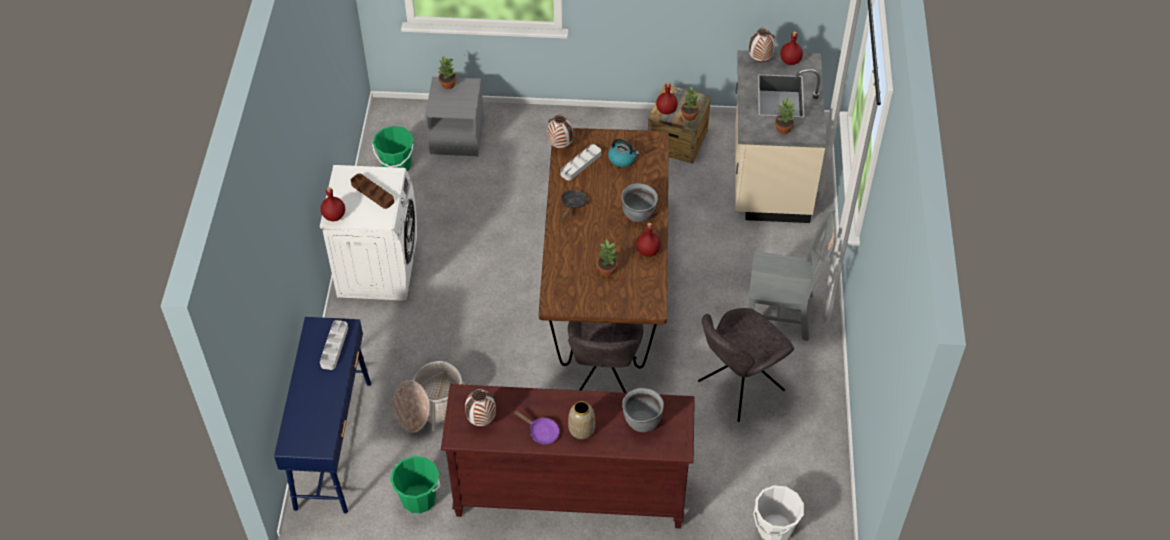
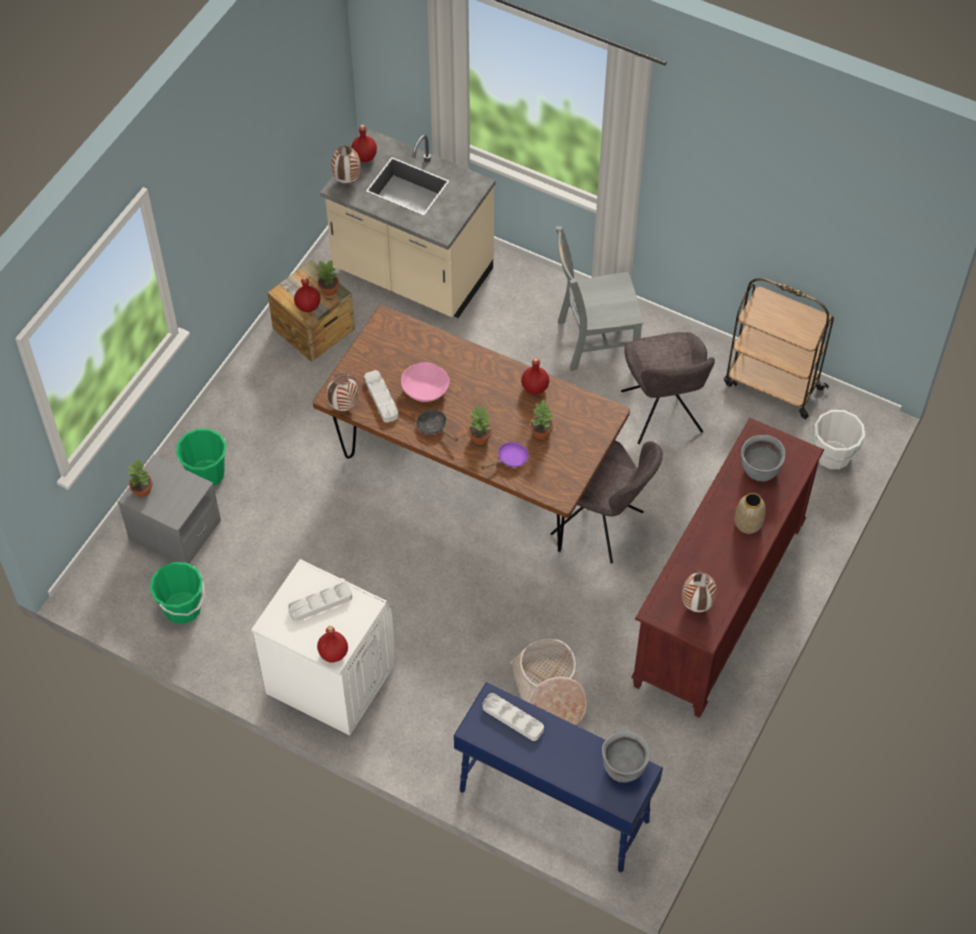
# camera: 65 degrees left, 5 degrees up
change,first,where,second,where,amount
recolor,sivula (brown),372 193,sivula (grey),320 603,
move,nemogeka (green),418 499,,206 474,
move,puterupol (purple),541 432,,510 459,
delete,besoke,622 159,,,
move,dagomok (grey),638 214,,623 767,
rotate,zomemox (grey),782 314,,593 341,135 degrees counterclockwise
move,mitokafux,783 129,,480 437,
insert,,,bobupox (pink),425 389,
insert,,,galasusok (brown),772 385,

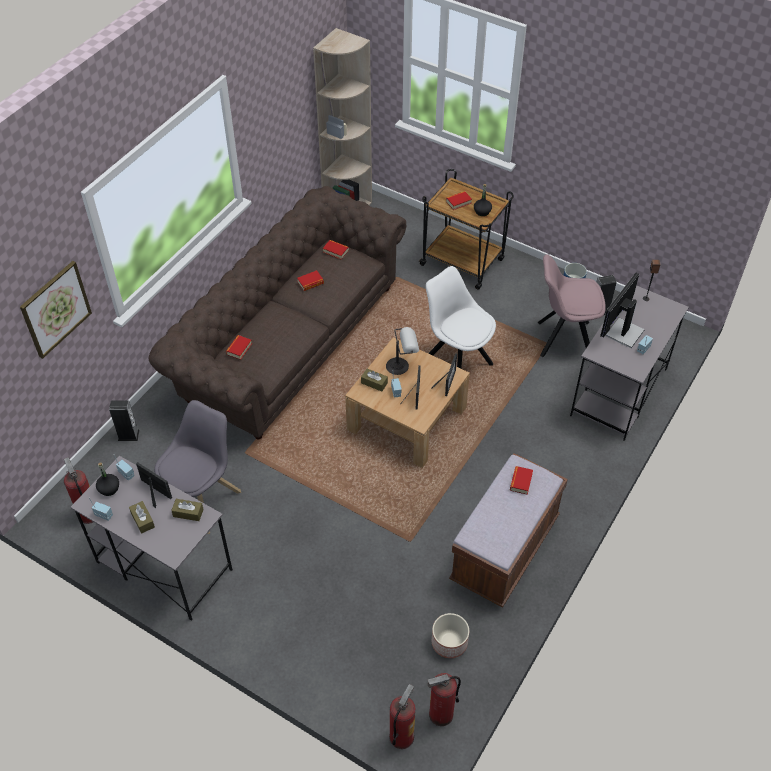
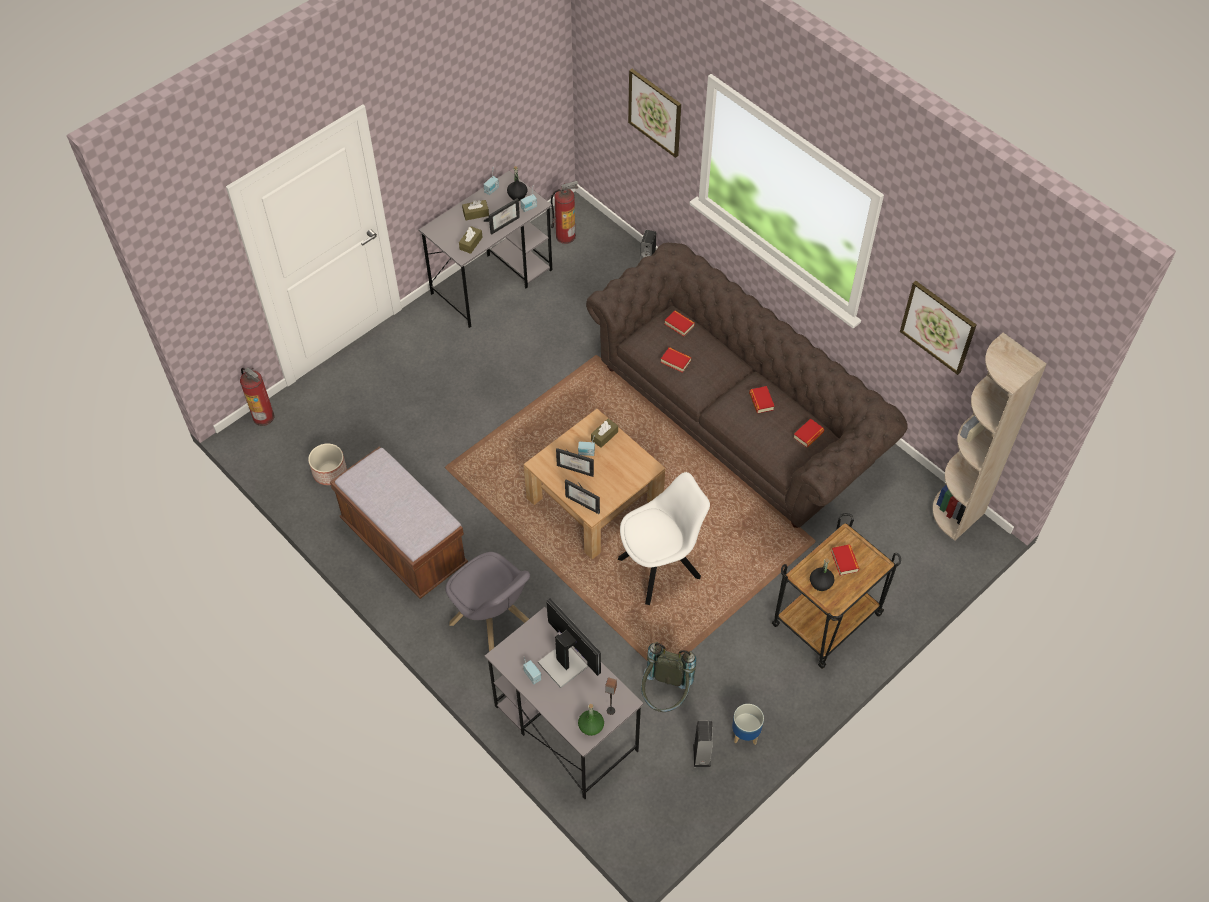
# camera: 105 degrees right, 5 degrees up
change,first,where,second,where,amount
move,zomemox (grey),203 500,,493 625,
delete,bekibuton,402 365,,,
delete,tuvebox,441 714,,,
move,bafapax,521 482,,675 361,
replace,zomemox (pink),564 339,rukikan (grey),665 695,
insert,,,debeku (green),591 726,
insert,,,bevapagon,938 327,

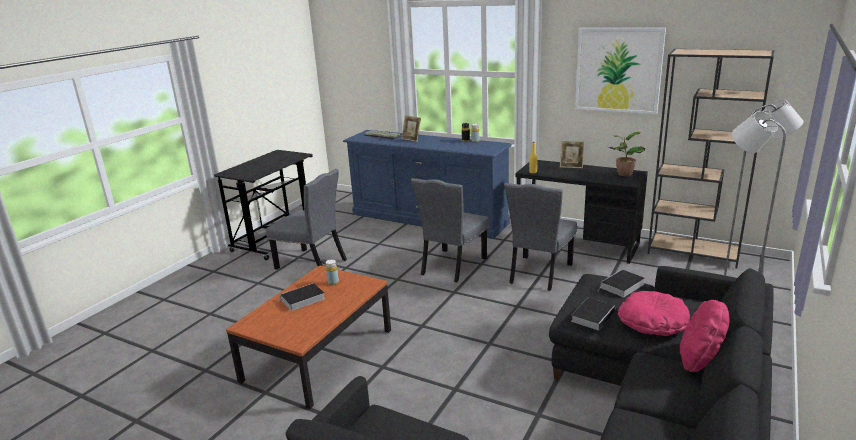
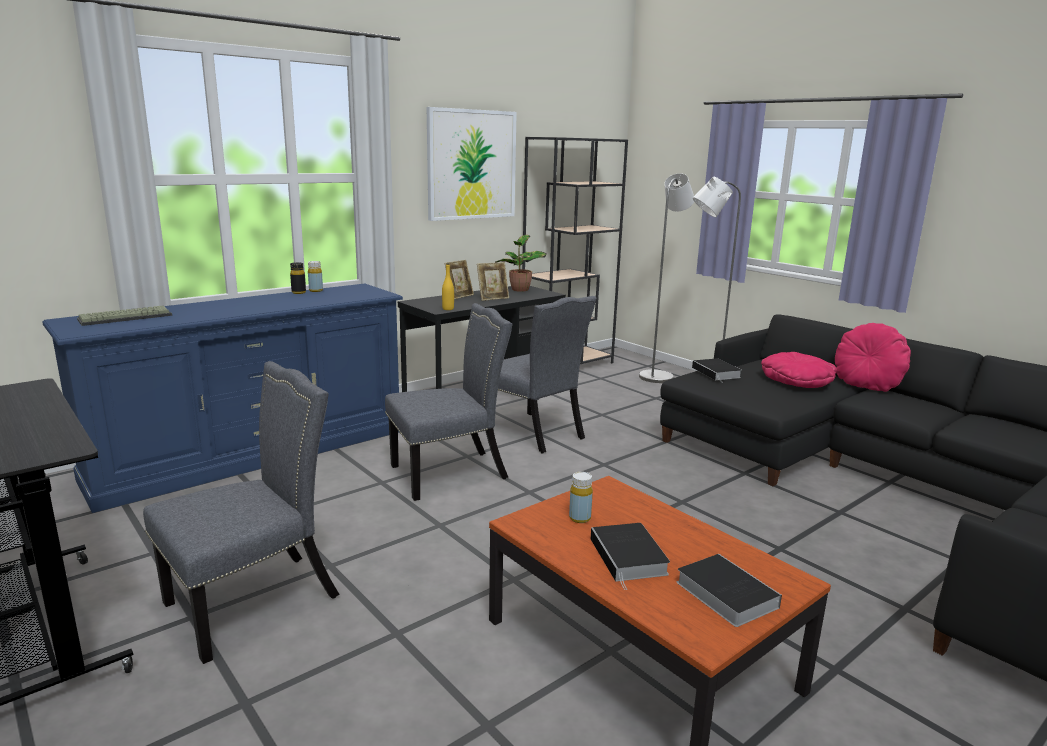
# camera: 70 degrees left, 5 degrees down
change,first,where,second,where,amount
move,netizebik,411 139,,493 298,
rotate,zomemox (grey),453 265,,447 474,75 degrees counterclockwise
move,bafapax,593 315,,723 593,

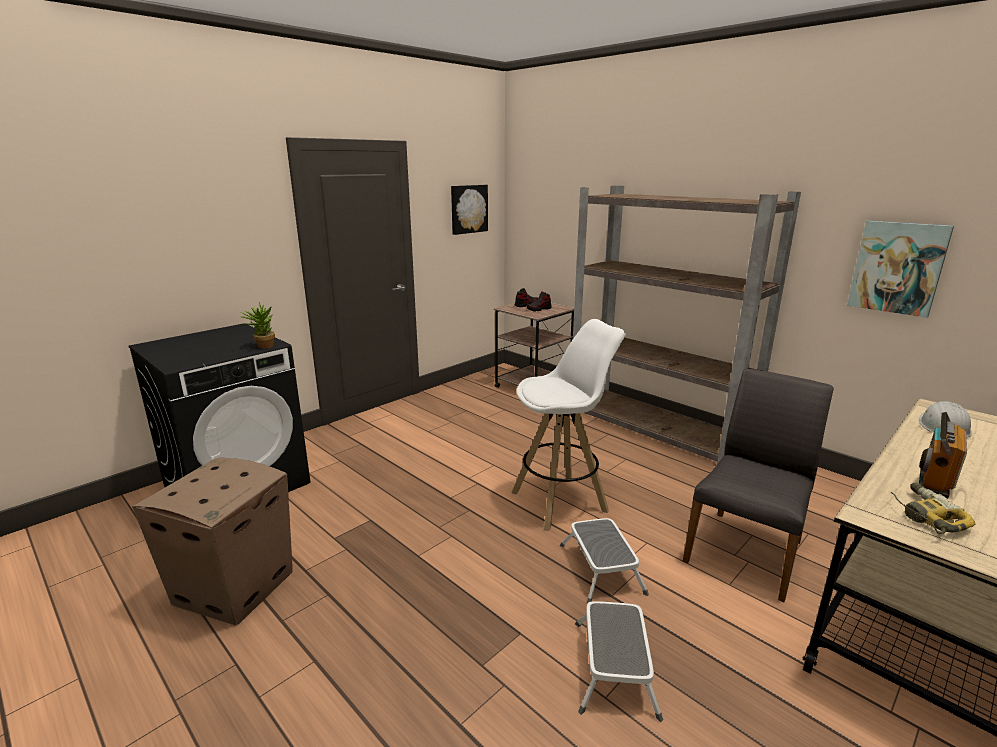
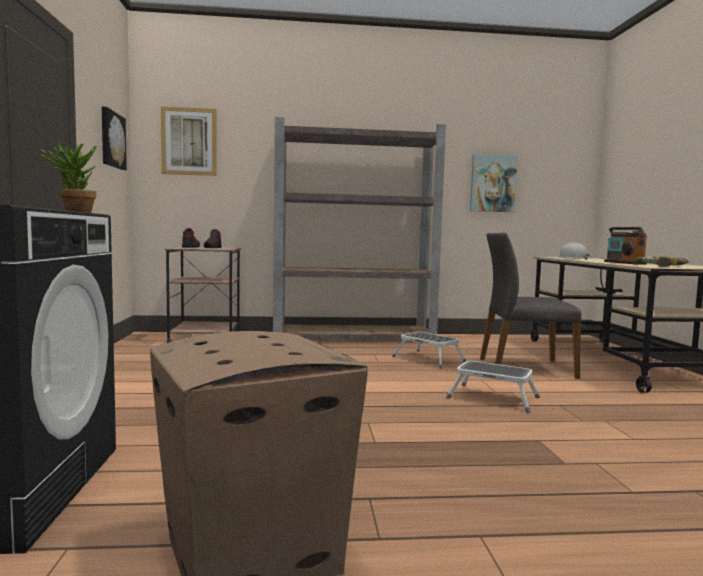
# camera: 50 degrees left, 15 degrees down
change,first,where,second,where,amount
delete,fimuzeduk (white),561 501,,,
move,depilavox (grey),614 667,,428 359,
rotate,zomemox (grey),746 551,,524 367,75 degrees counterclockwise
insert,,,bevapagon,189 141,

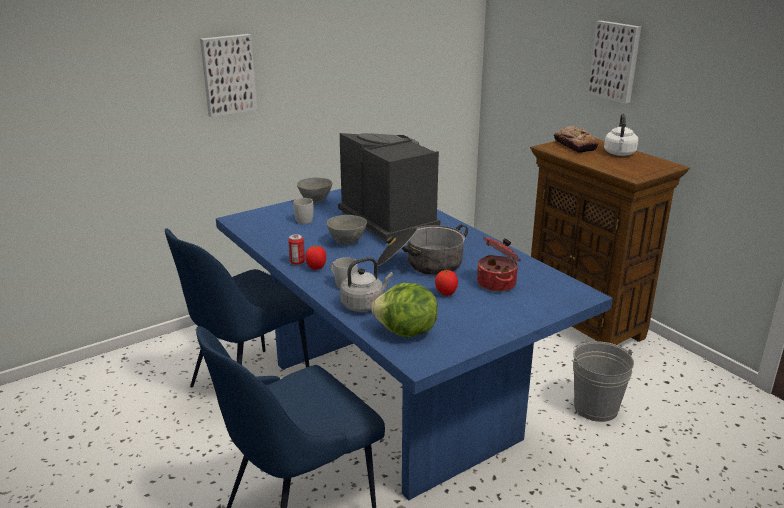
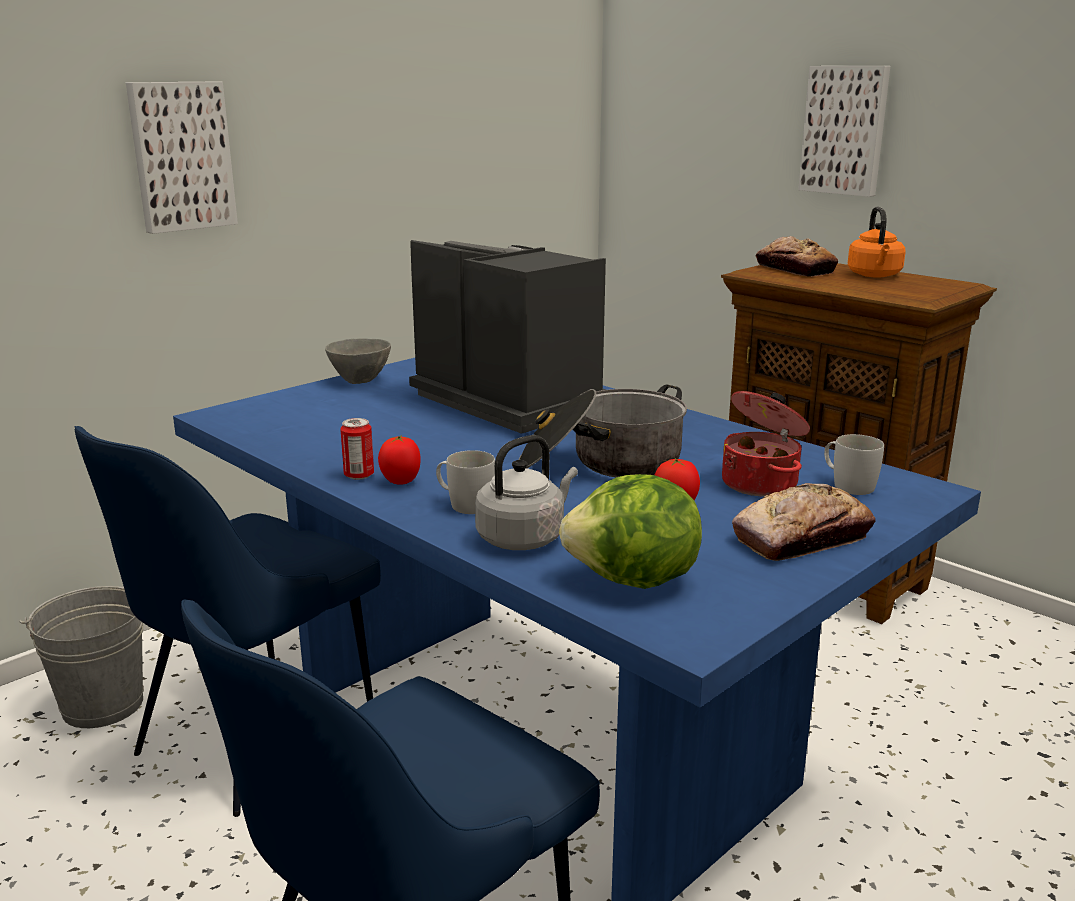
# camera: 10 degrees left, 5 degrees down
change,first,where,second,where,amount
move,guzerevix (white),303 219,,847 484,
delete,bobupox (grey),347 242,,,
move,nemogeka (grey),596 407,,103 705,
recolor,besoke (white),619 154,besoke (orange),874 275,
insert,,,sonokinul,802 538,

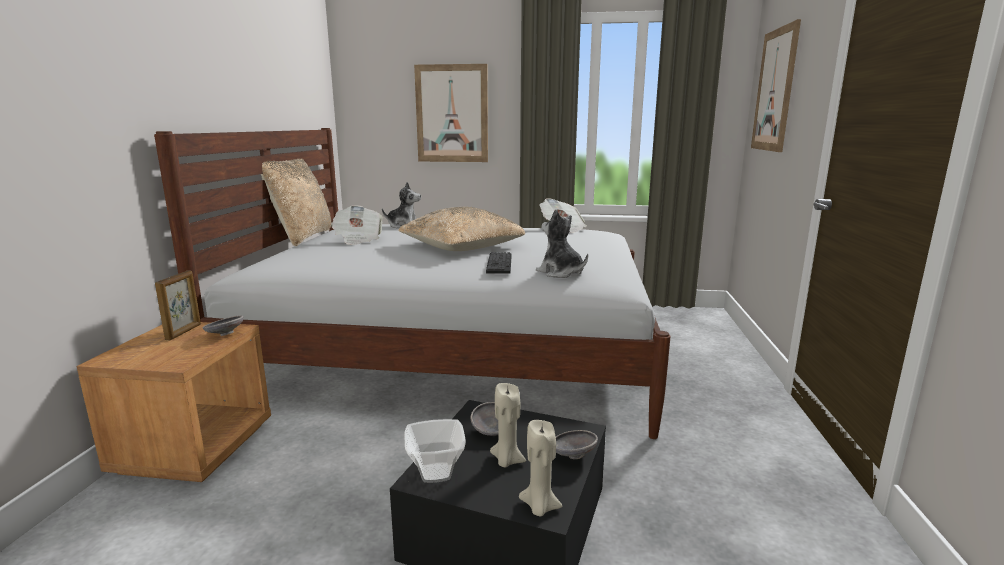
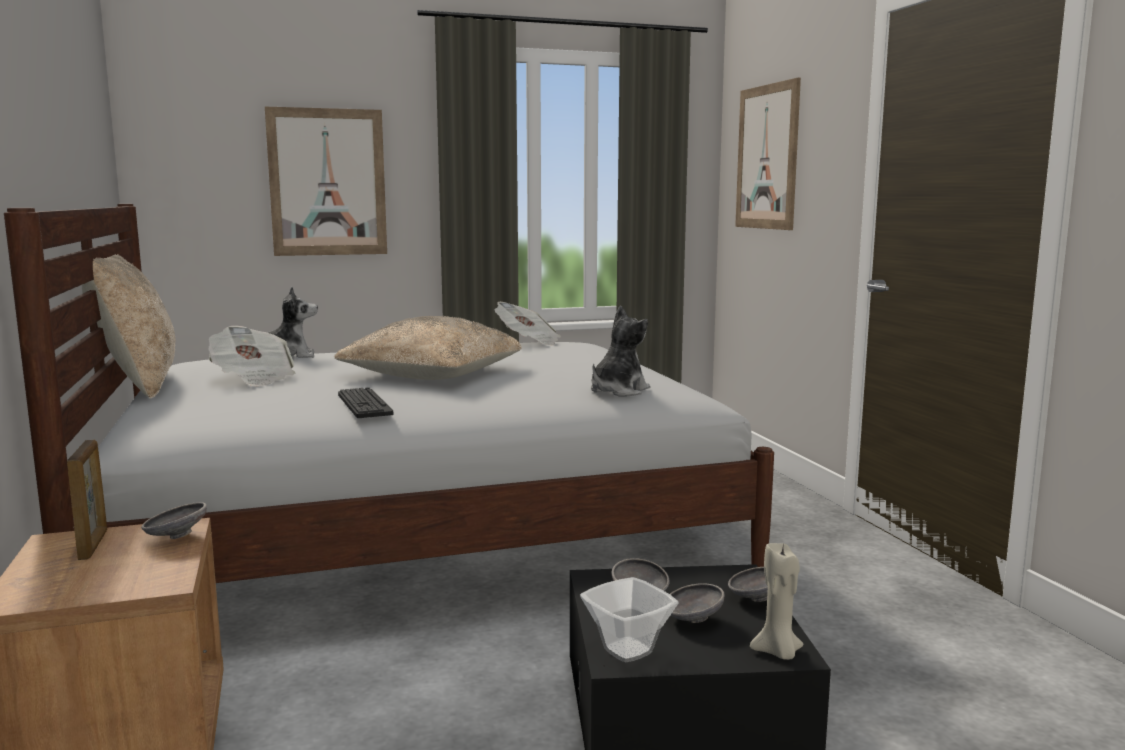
# camera: 25 degrees left, 5 degrees down
change,first,where,second,where,amount
move,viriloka,499 263,,364 404,
replace,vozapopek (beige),506 460,bobupox (grey),692 620,
rotate,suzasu,560 273,,618 391,105 degrees clockwise

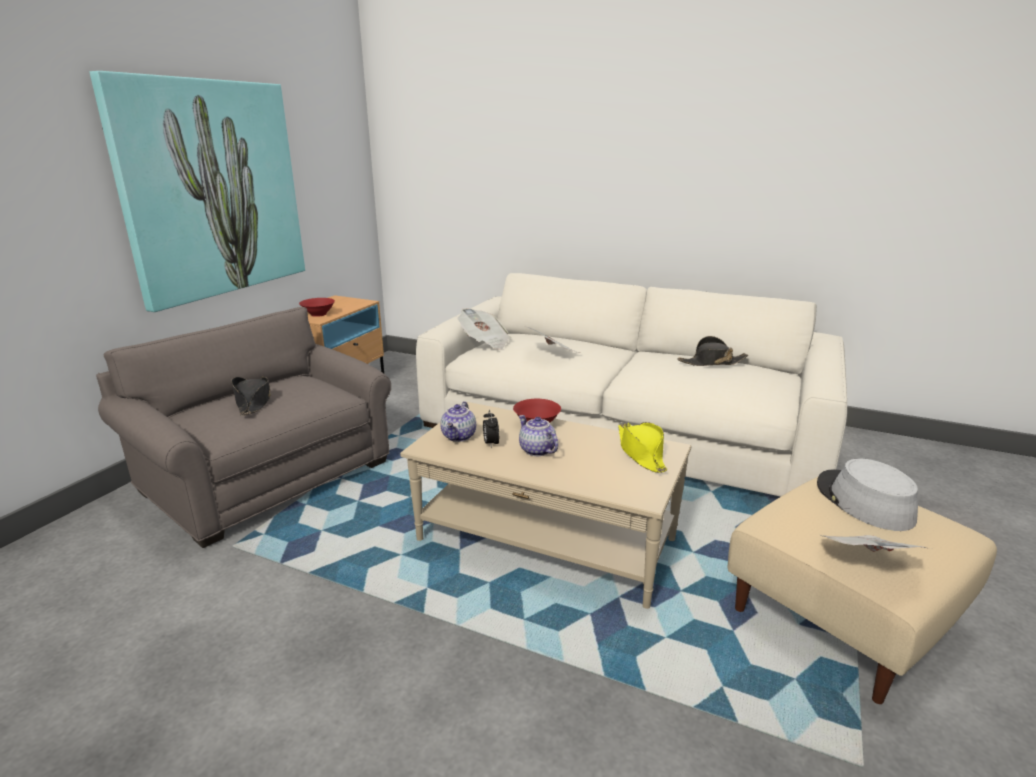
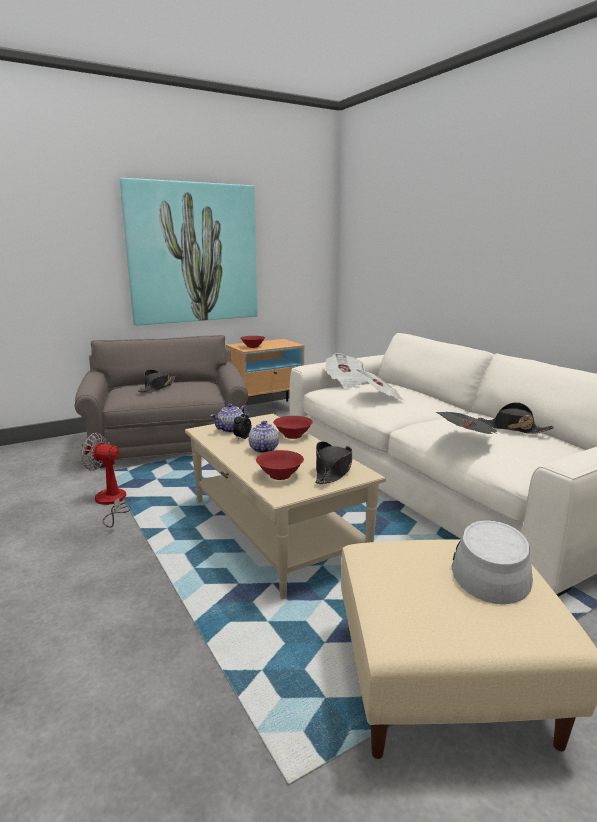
# camera: 35 degrees right, 5 degrees down
change,first,where,second,where,amount
recolor,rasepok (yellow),641 453,rasepok (black),333 470,
move,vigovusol,866 563,,467 439,
insert,,,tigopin,111 502,
insert,,,bobupox (red),280 475,

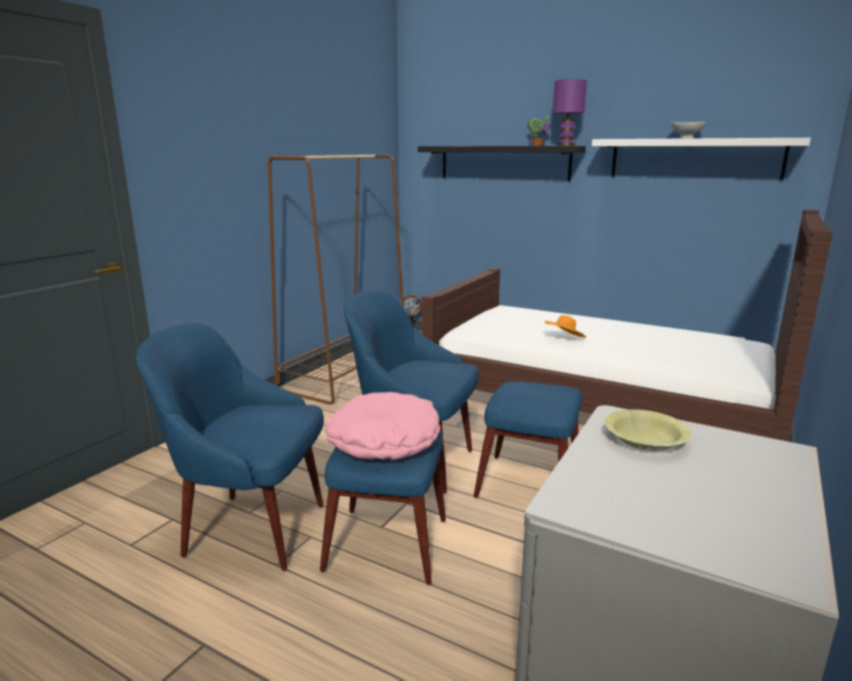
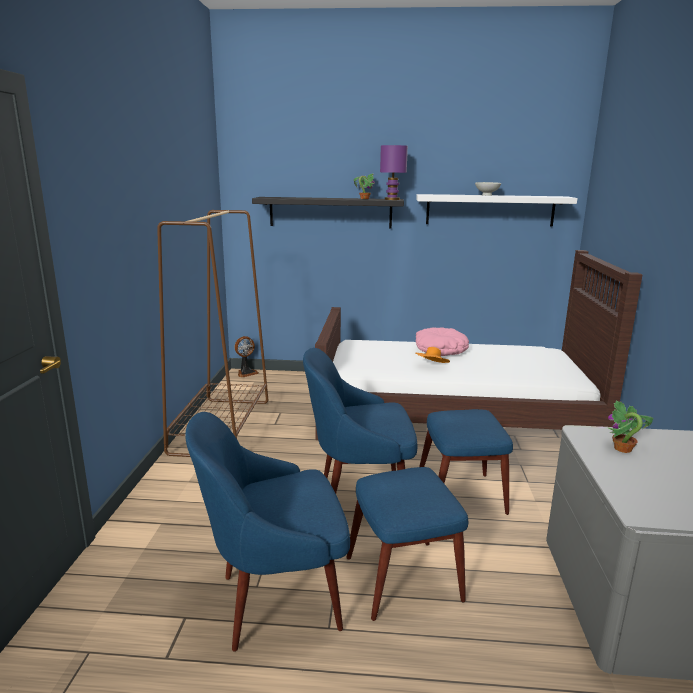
# camera: 25 degrees left, 0 degrees up
change,first,where,second,where,amount
move,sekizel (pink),386 442,,441 350,
replace,bobupox (yellow),645 440,mitokafux,622 449,

